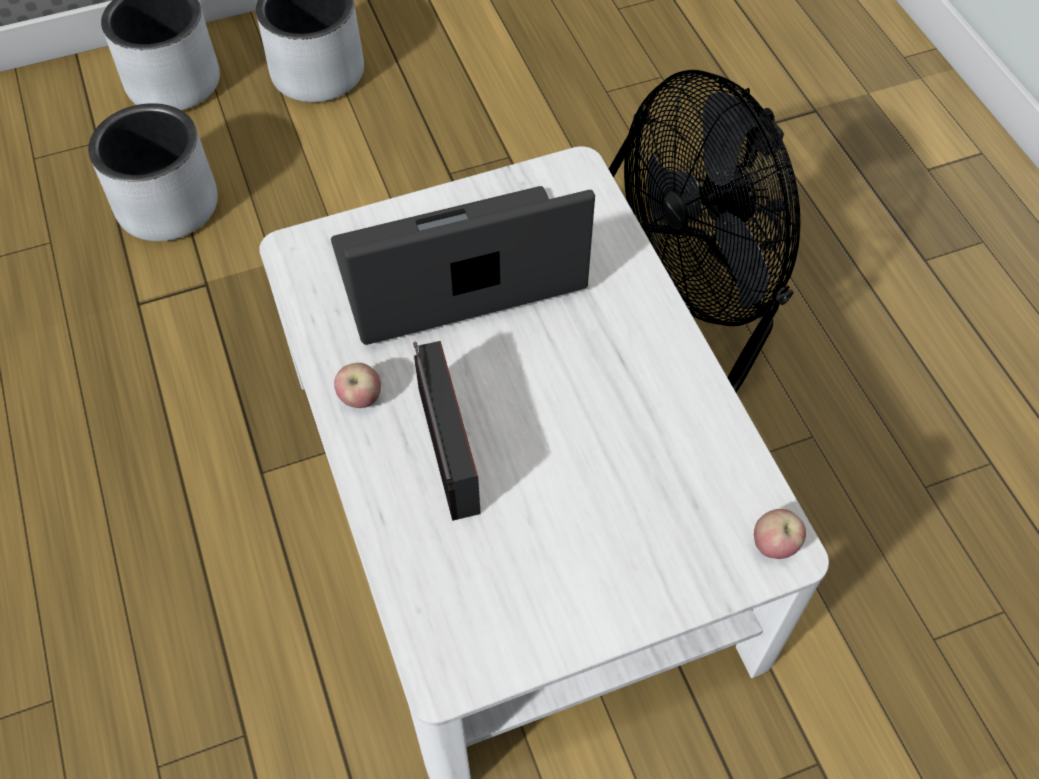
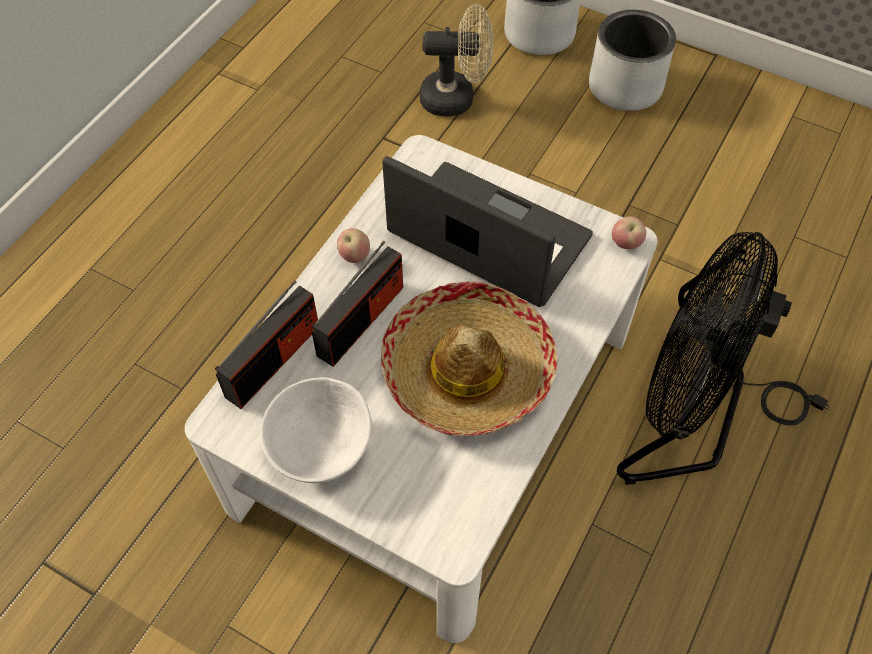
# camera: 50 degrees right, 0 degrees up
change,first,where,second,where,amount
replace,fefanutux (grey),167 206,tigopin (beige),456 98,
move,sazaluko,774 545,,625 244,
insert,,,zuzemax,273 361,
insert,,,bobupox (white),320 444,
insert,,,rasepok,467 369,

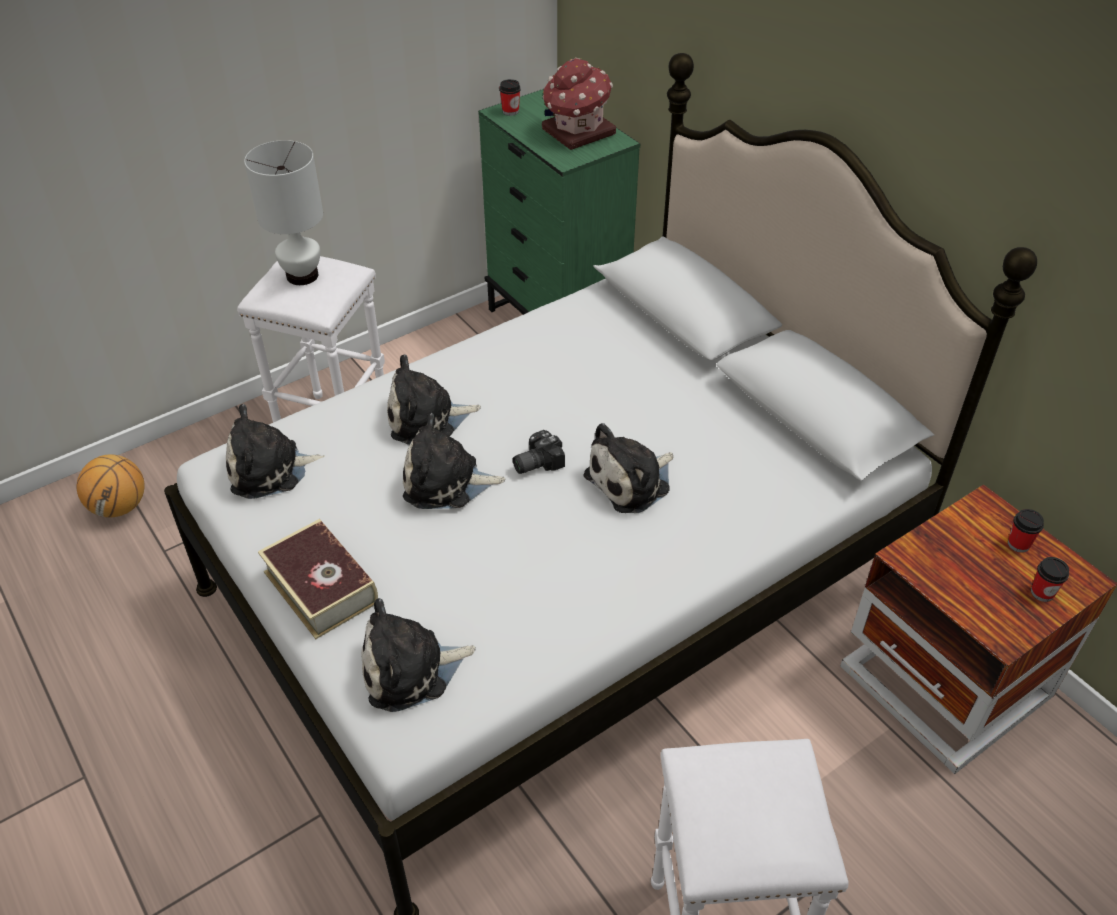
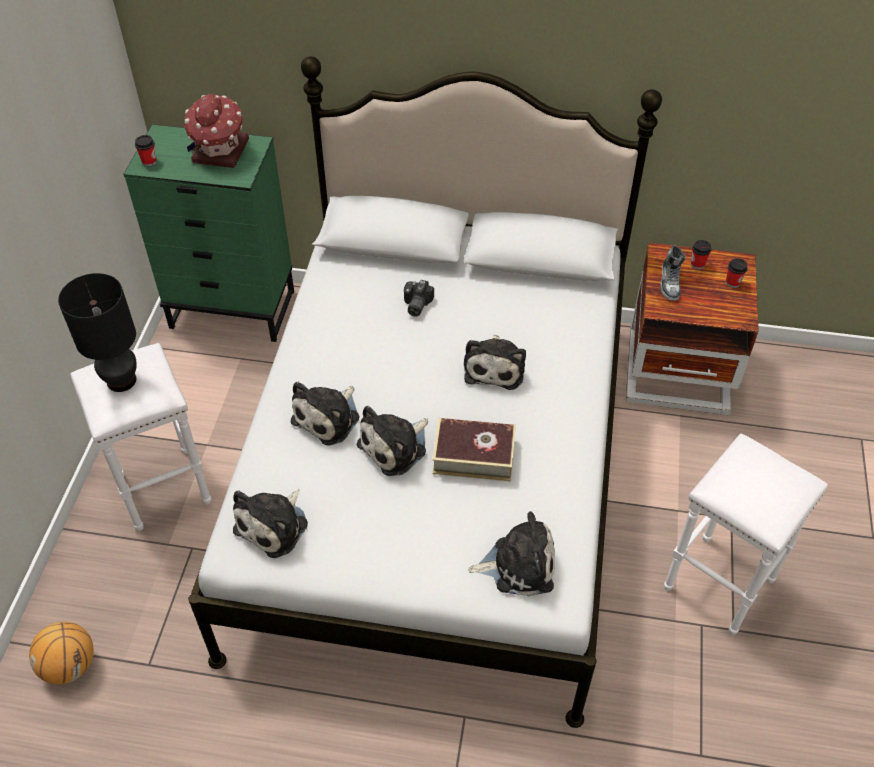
# camera: 45 degrees left, 5 degrees up
change,first,where,second,where,amount
recolor,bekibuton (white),302 276,bekibuton (black),122 381,
move,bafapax,321 587,,474 456,
rotate,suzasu,411 669,,518 565,120 degrees counterclockwise
move,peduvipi,535 462,,415 305,
insert,,,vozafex,670 282,

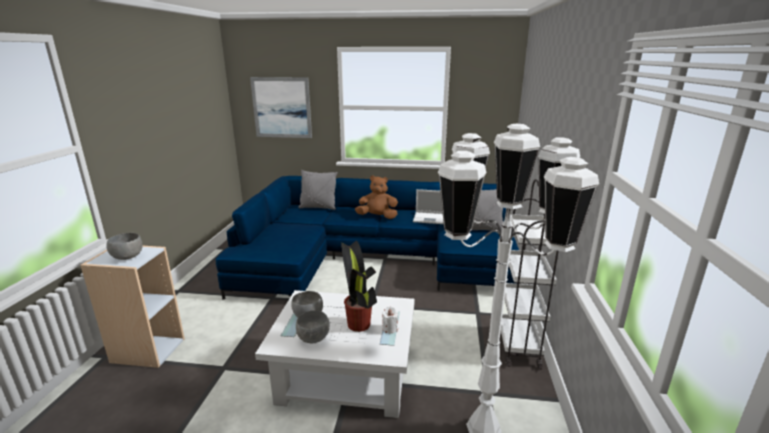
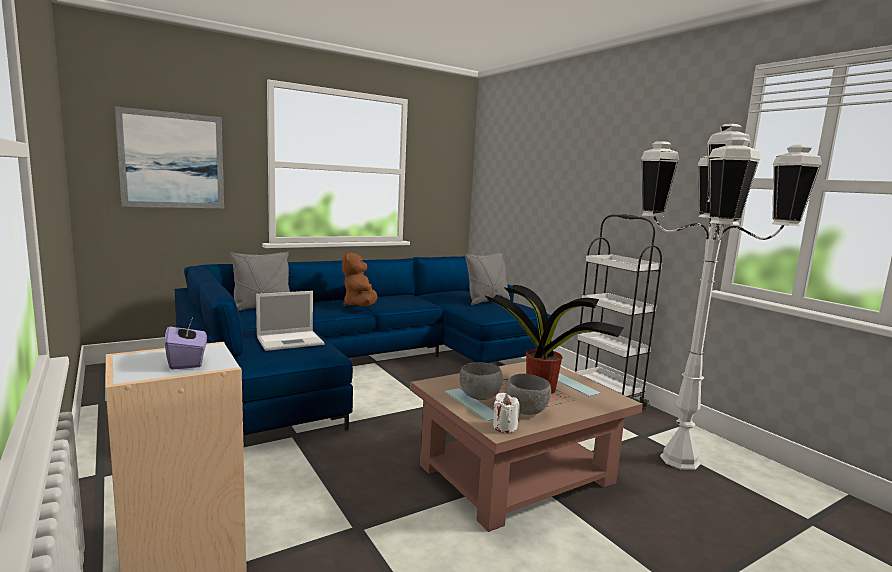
# camera: 40 degrees left, 10 degrees down
change,first,where,second,where,amount
replace,bobupox (grey),127 257,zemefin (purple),187 361,
recolor,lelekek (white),345 377,lelekek (brown),517 474,
rotate,suzasu (brown),377 217,,360 306,60 degrees counterclockwise
move,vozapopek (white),390 328,,504 427,
move,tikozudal,431 218,,291 341,

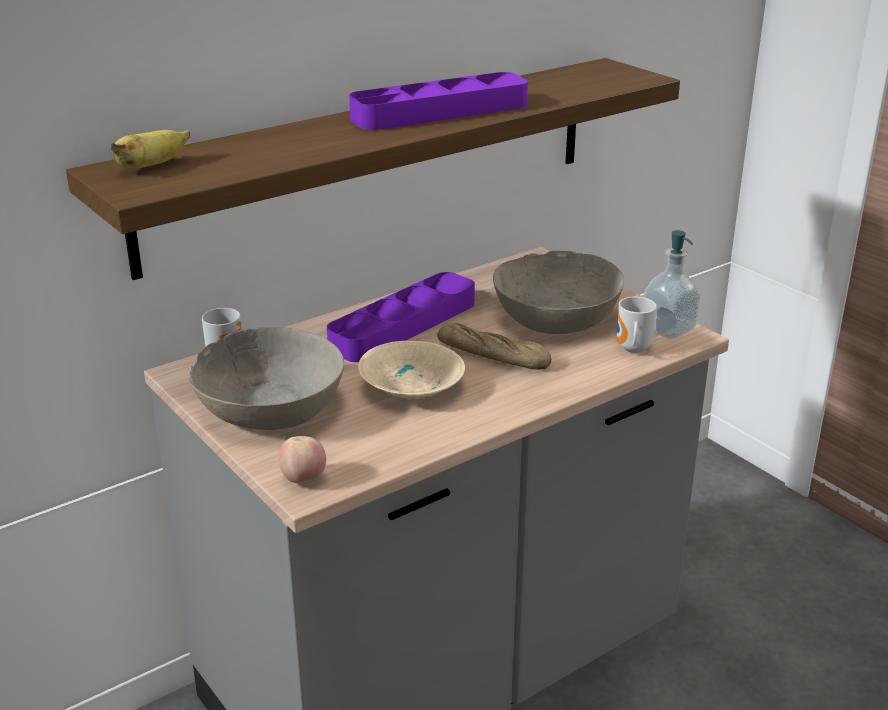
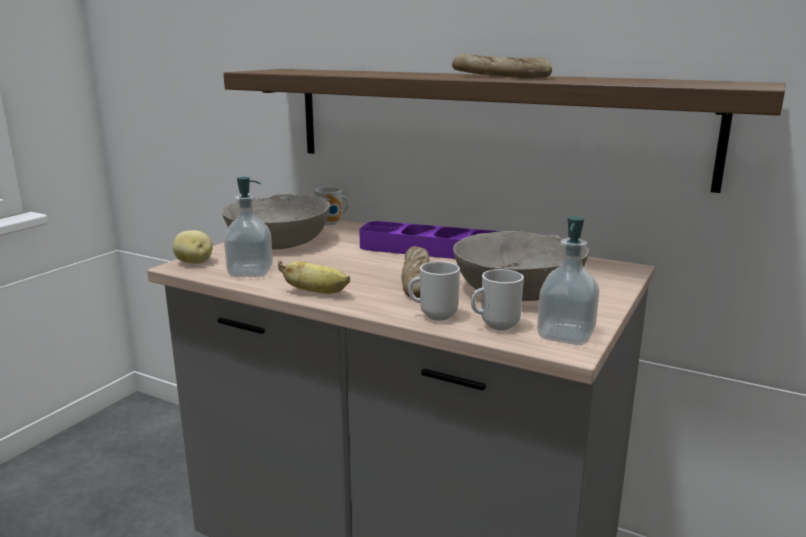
# camera: 65 degrees right, 10 degrees down
change,first,where,second,where,amount
move,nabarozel,151 166,,317 293,
replace,sazaluko,303 479,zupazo,194 262,
replace,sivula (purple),440 112,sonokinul,499 76,
delete,bobupox (beige),413 385,,,
insert,,,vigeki,250 272,
insert,,,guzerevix,435 316,

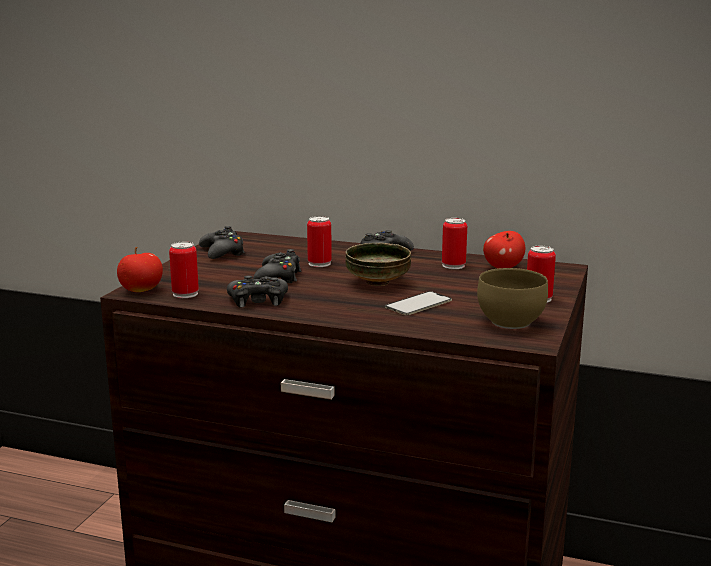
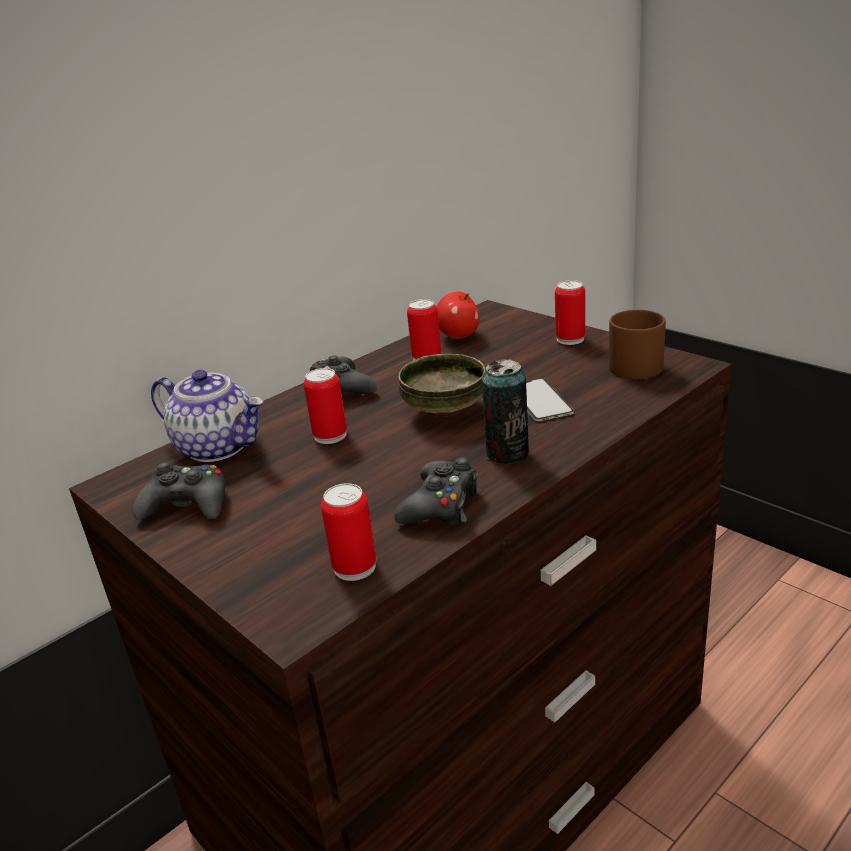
# camera: 60 degrees left, 10 degrees up
change,first,where,second,where,amount
delete,sazaluko,142 291,,,
delete,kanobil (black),278 277,,,
replace,bobupox (brown),513 322,guzerevix (brown),631 364,
insert,,,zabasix,219 446,
insert,,,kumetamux,507 453,

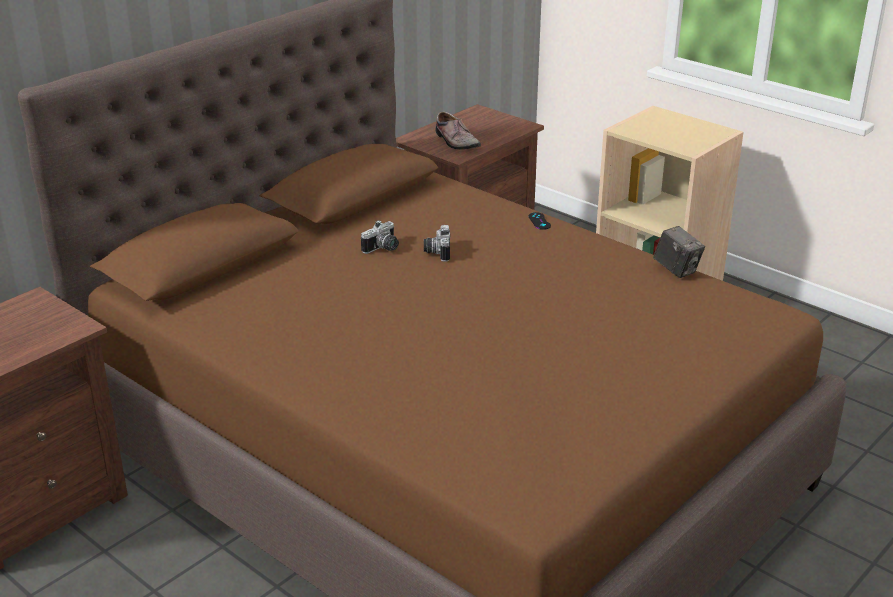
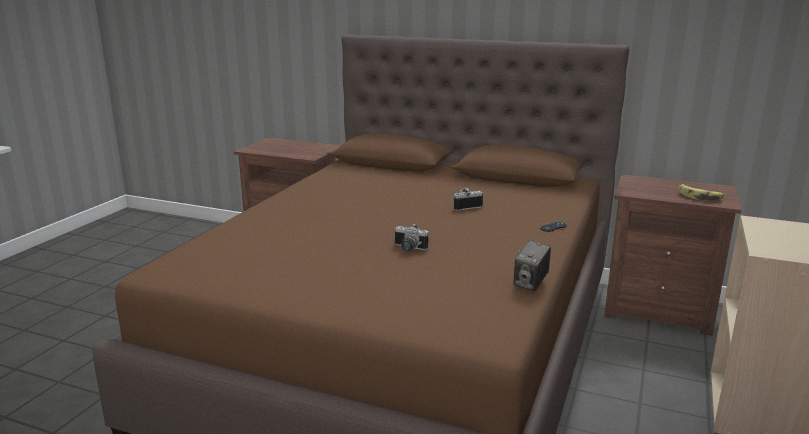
# camera: 70 degrees right, 10 degrees down
change,first,where,second,where,amount
move,peduvipi,383 249,,408 248,
delete,vozafex,455 141,,,
insert,,,nabarozel,699 196,

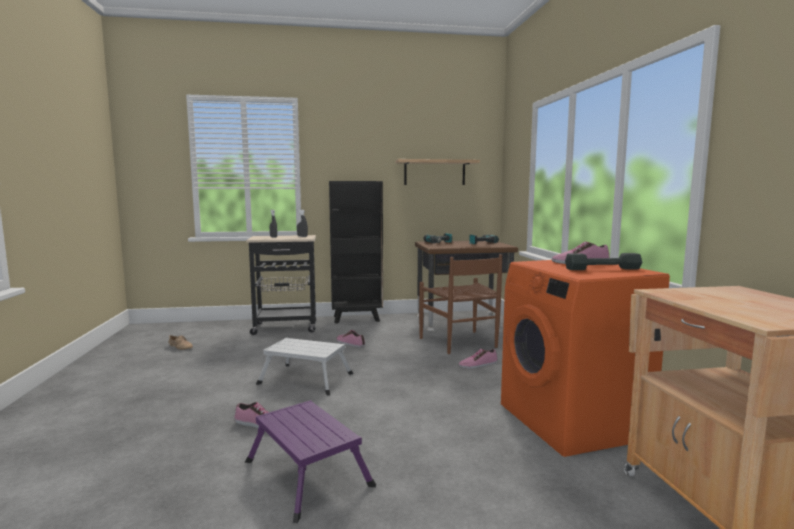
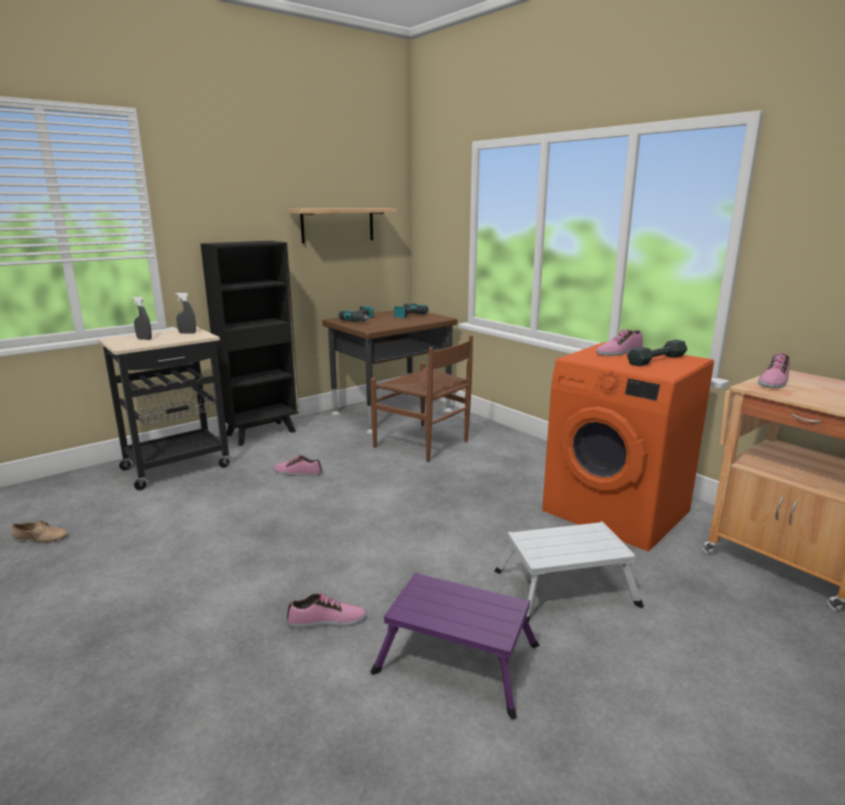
# camera: 30 degrees left, 10 degrees up
change,first,where,second,where,amount
move,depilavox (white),306 379,,566 588,
move,vozafex,478 364,,773 380,

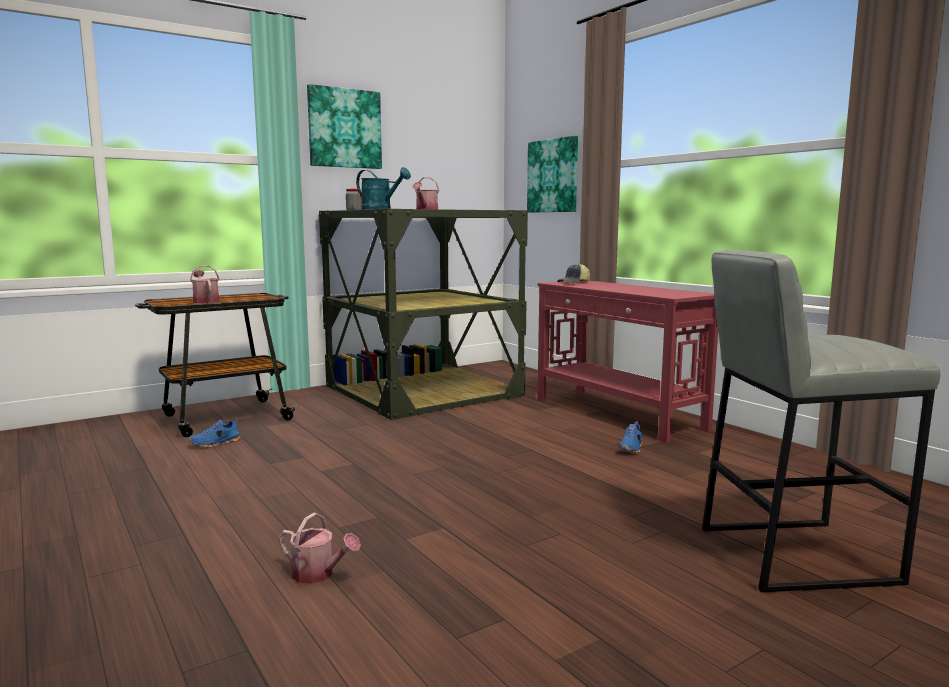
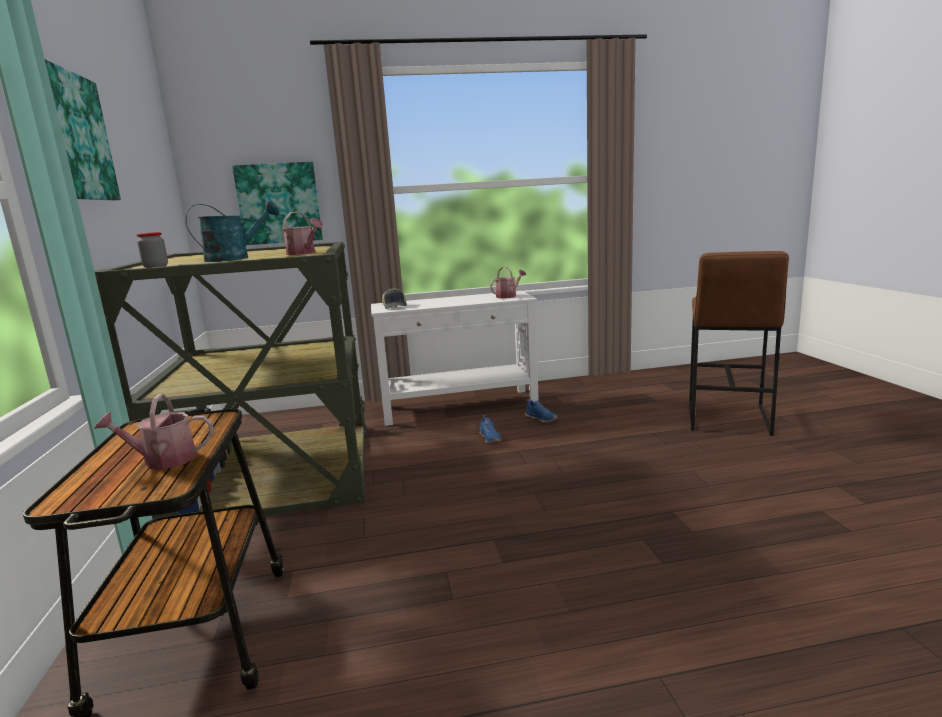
# camera: 65 degrees left, 5 degrees up
change,first,where,second,where,amount
move,vozafex (blue),215 443,,490 438,
move,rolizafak,318 574,,508 296,
recolor,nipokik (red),617 414,nipokik (white),460 407,
recolor,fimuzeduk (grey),793 554,fimuzeduk (brown),727 418,

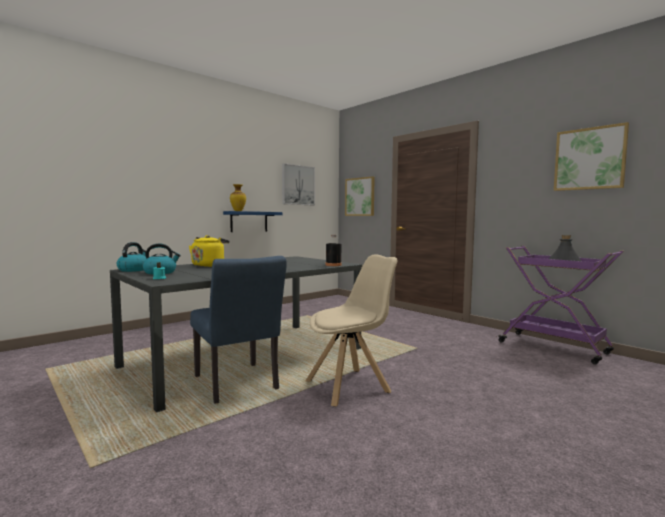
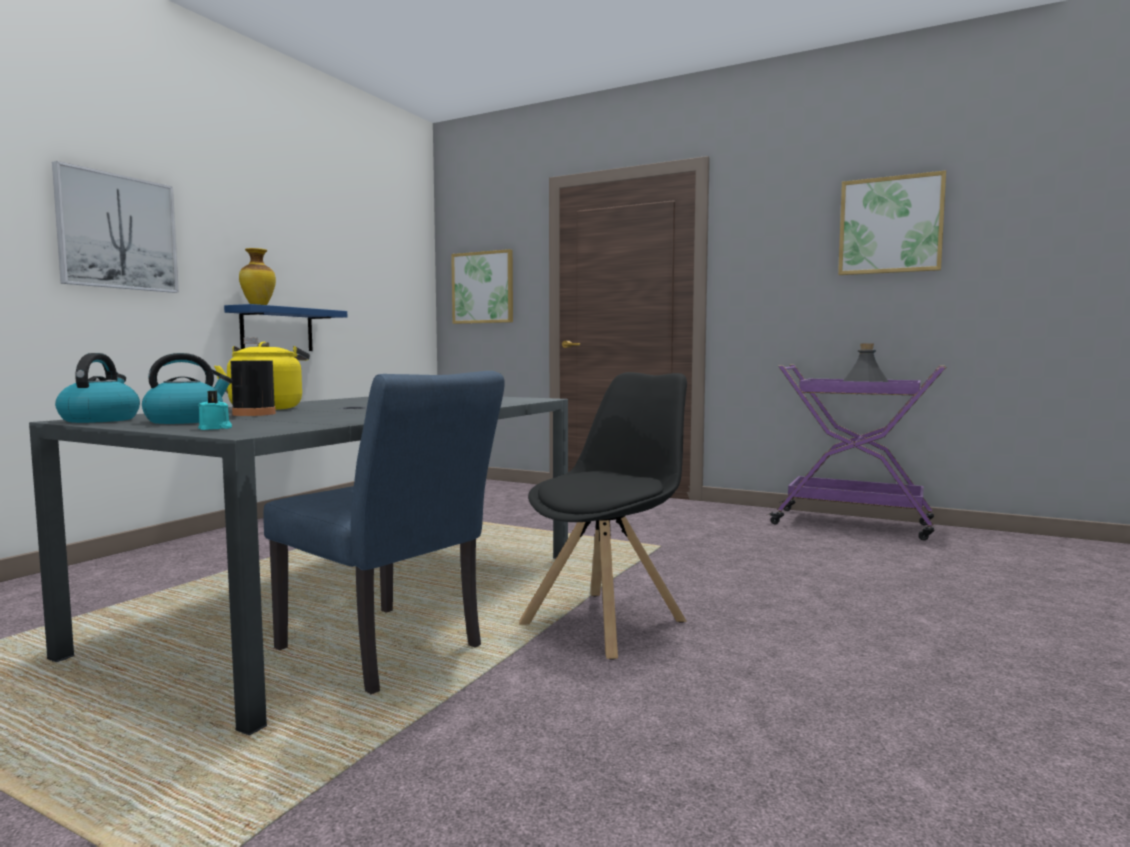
# camera: 20 degrees left, 0 degrees up
change,first,where,second,where,amount
move,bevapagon,298 185,,117 232,
recolor,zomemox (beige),350 385,zomemox (black),608 620,
move,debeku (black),333 265,,254 414,

